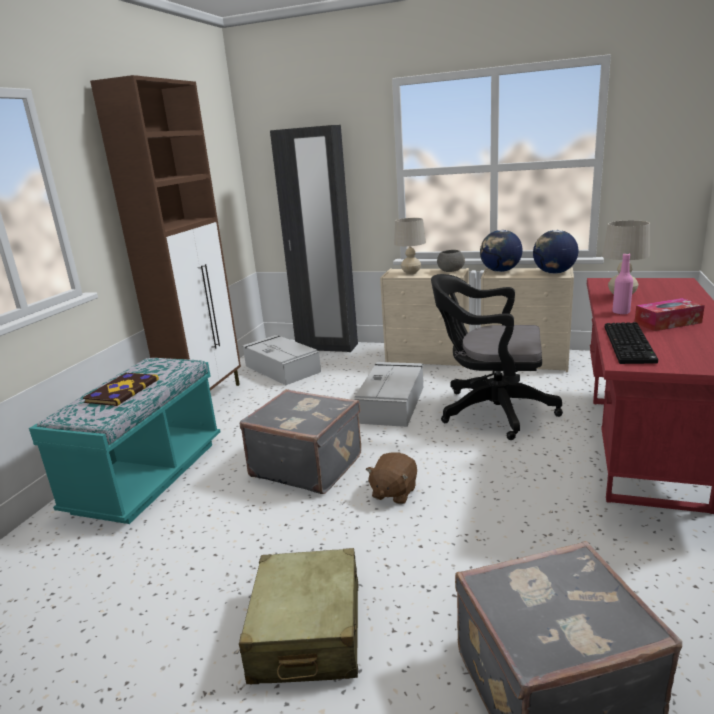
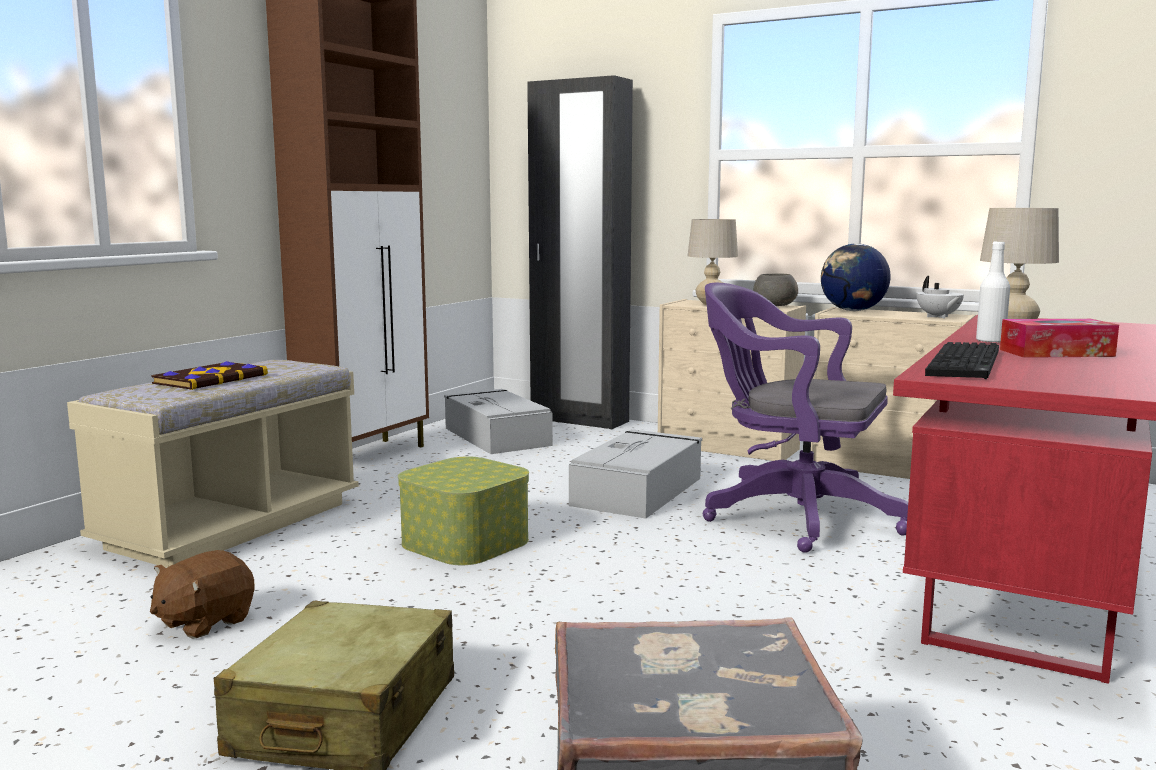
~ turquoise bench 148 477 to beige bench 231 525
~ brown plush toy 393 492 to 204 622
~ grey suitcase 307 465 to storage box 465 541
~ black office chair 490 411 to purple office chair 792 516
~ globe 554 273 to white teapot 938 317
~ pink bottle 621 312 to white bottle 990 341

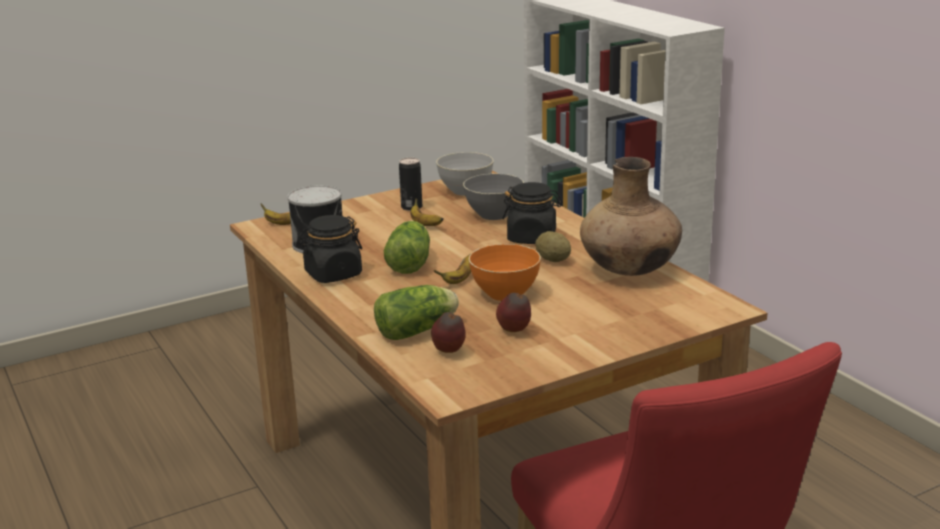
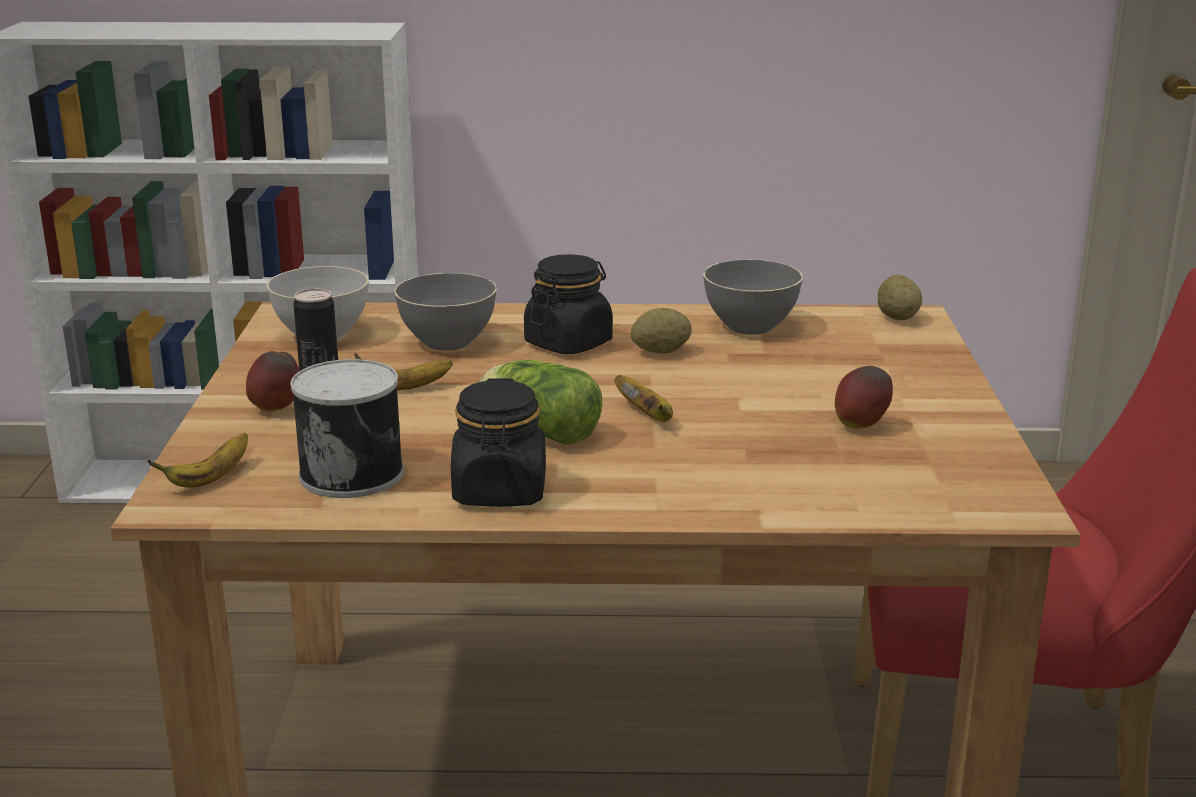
~ apple 449 352 to 276 410
~ brown vase 629 270 to grey bowl 750 326
+ potato 897 317
- lettuce 419 330
- orange bowl 505 294

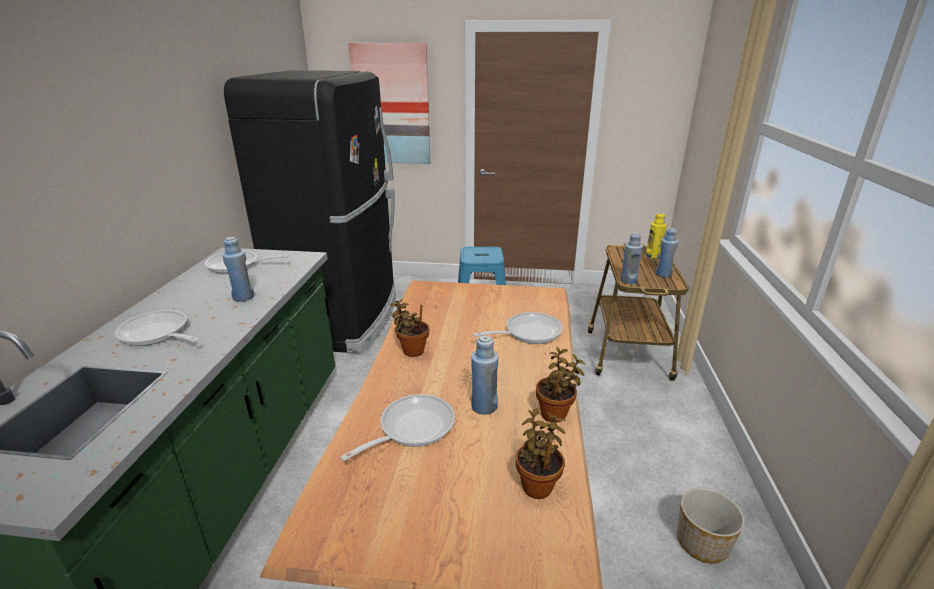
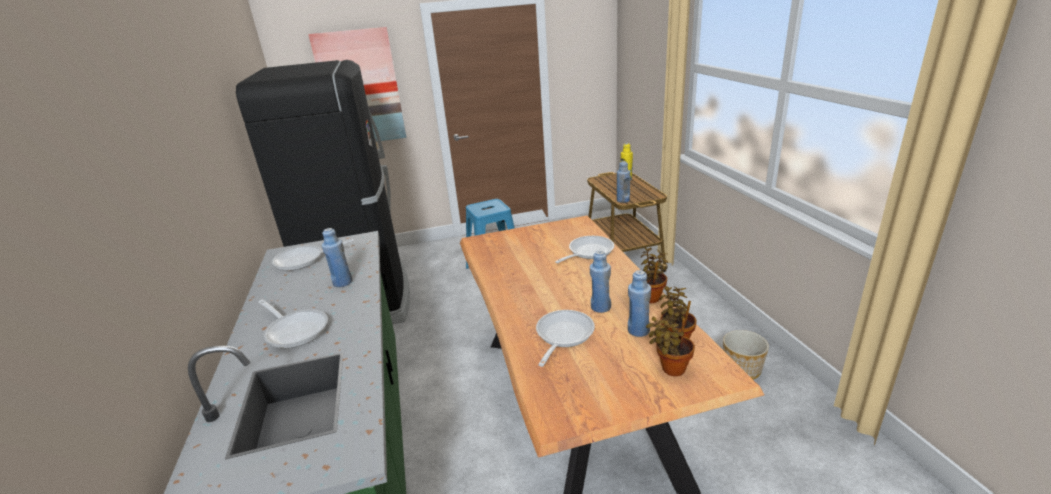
~ frying pan 157 334 = 295 330 150 degrees counterclockwise
~ blue bottle 663 274 to 638 330
~ potted plant 411 350 to 670 369

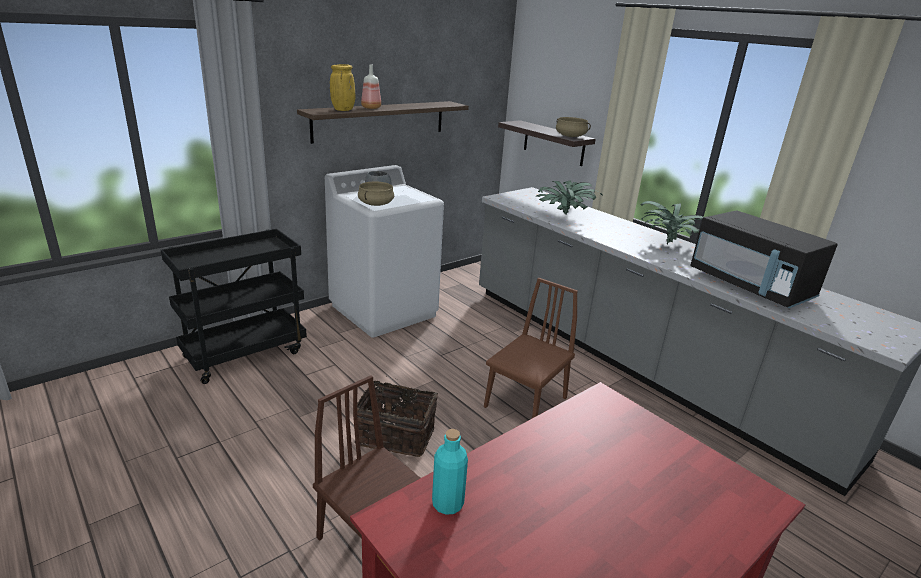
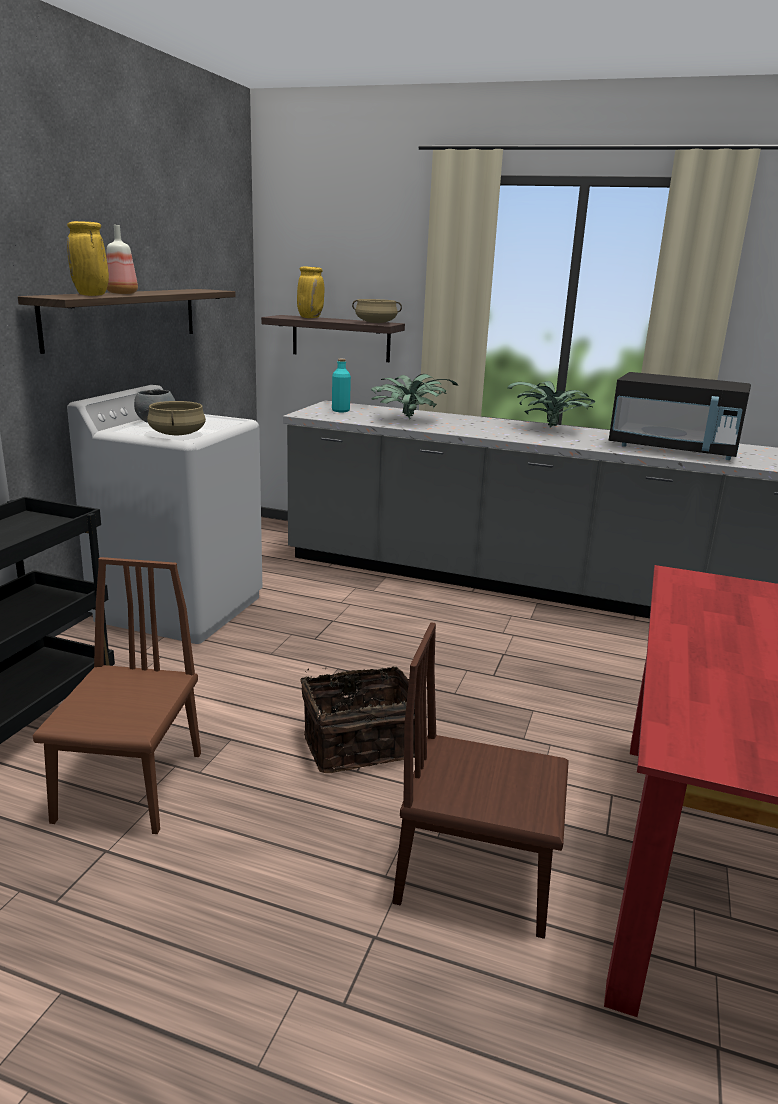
~ brown chair 525 402 to 130 786
+ yellow vase 310 318
~ turquoise bottle 447 504 to 340 411

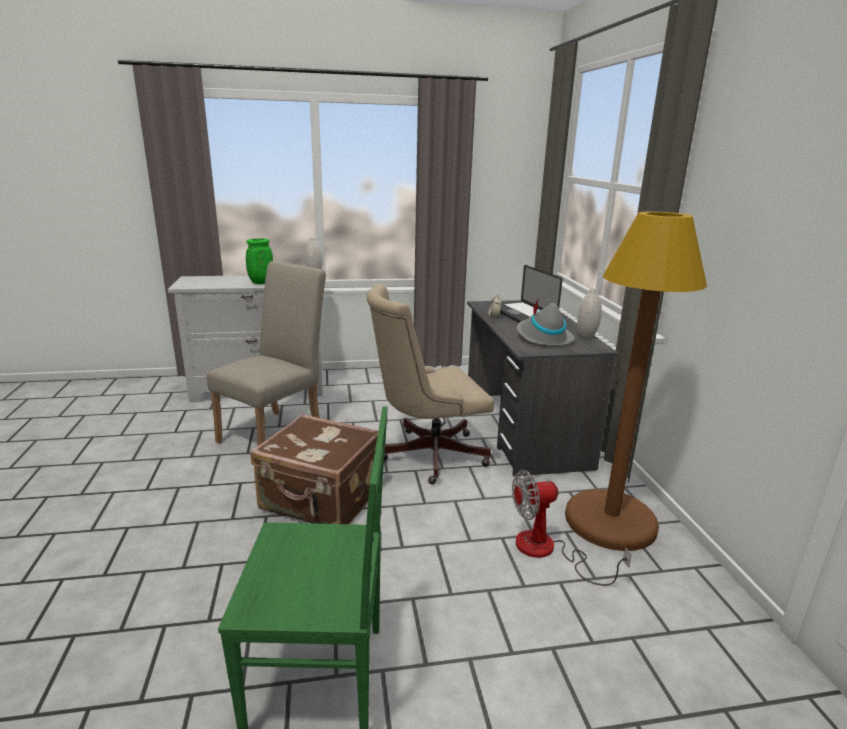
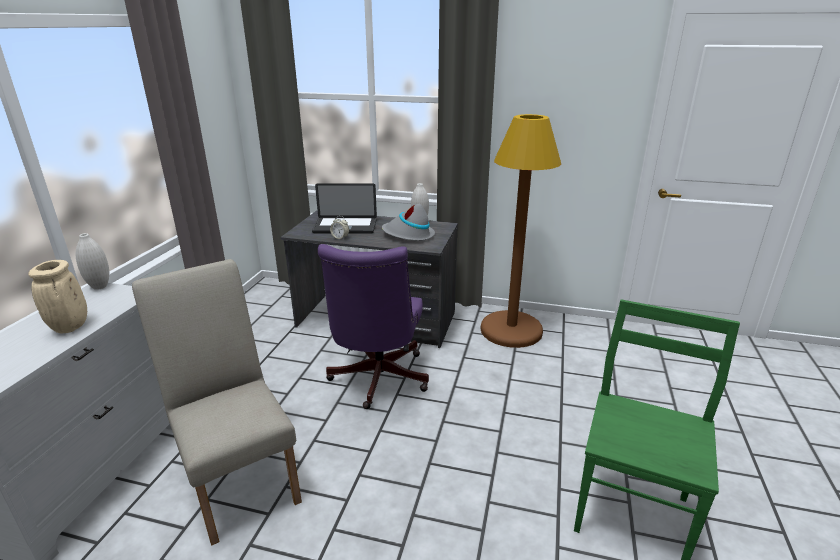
~ green vase 261 283 to beige vase 70 328
~ beige office chair 426 455 to purple office chair 377 380
- brown suitcase 321 500
- fan 548 551

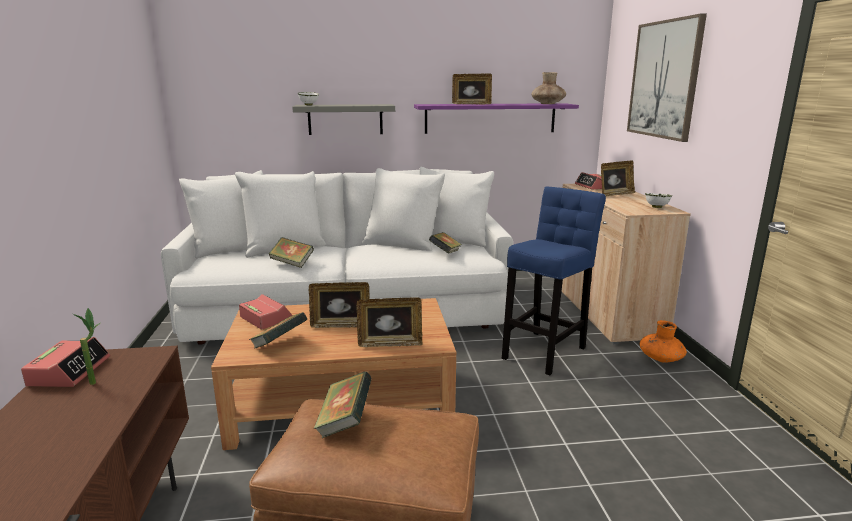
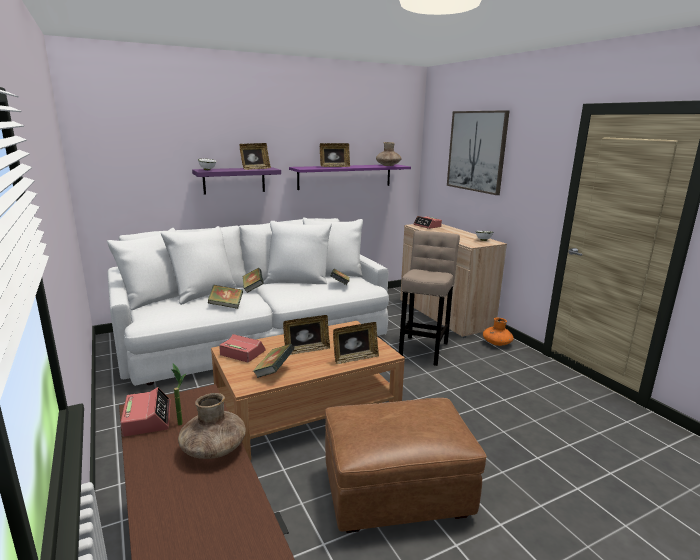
+ brown vase 213 449
~ grey shelf 345 119 to purple shelf 234 180
~ picture frame 615 194 to 255 169
~ book 344 422 to 253 288
~ blue stool 546 351 to beige stool 424 349

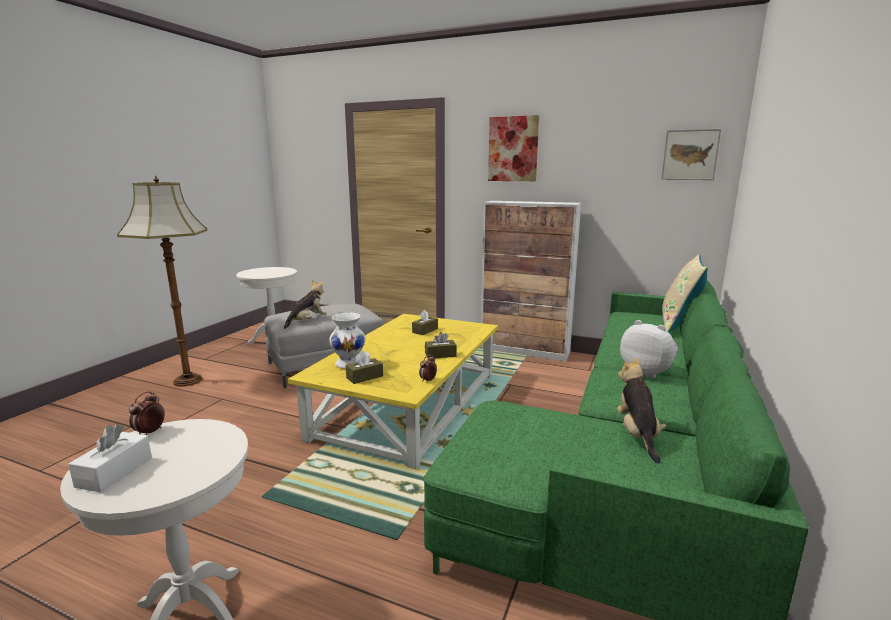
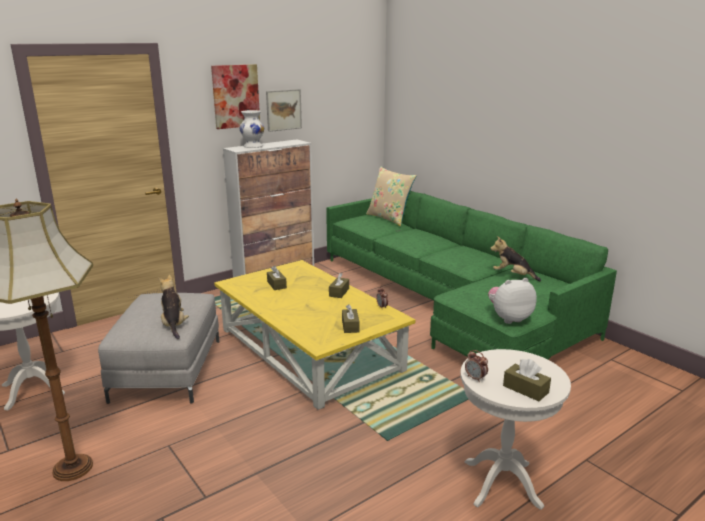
~ white vase 349 364 to 252 146
~ picture 690 155 to 283 110
~ plush toy 647 373 to 509 318
~ white tissue box 115 472 to brown tissue box 525 389

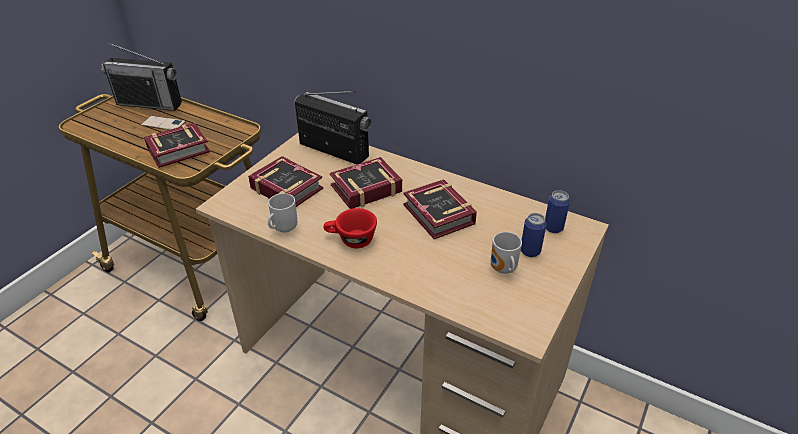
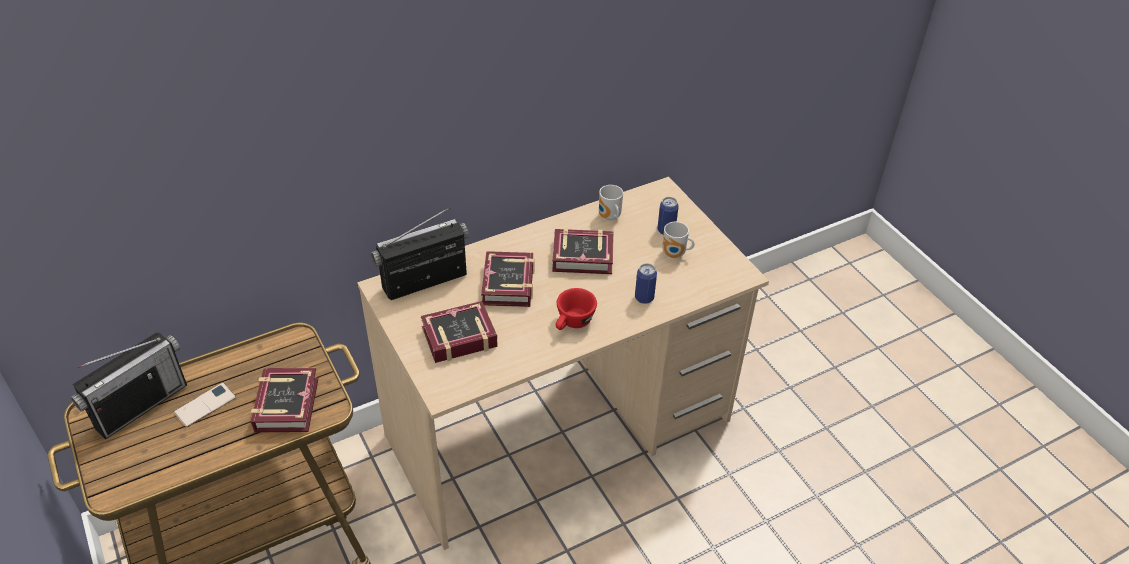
~ mug 283 228 to 609 217
~ can 553 228 to 644 298

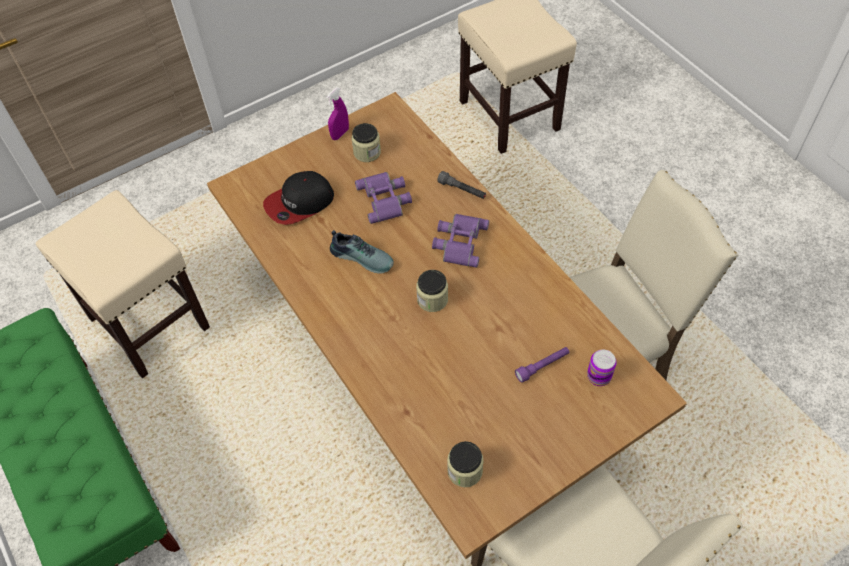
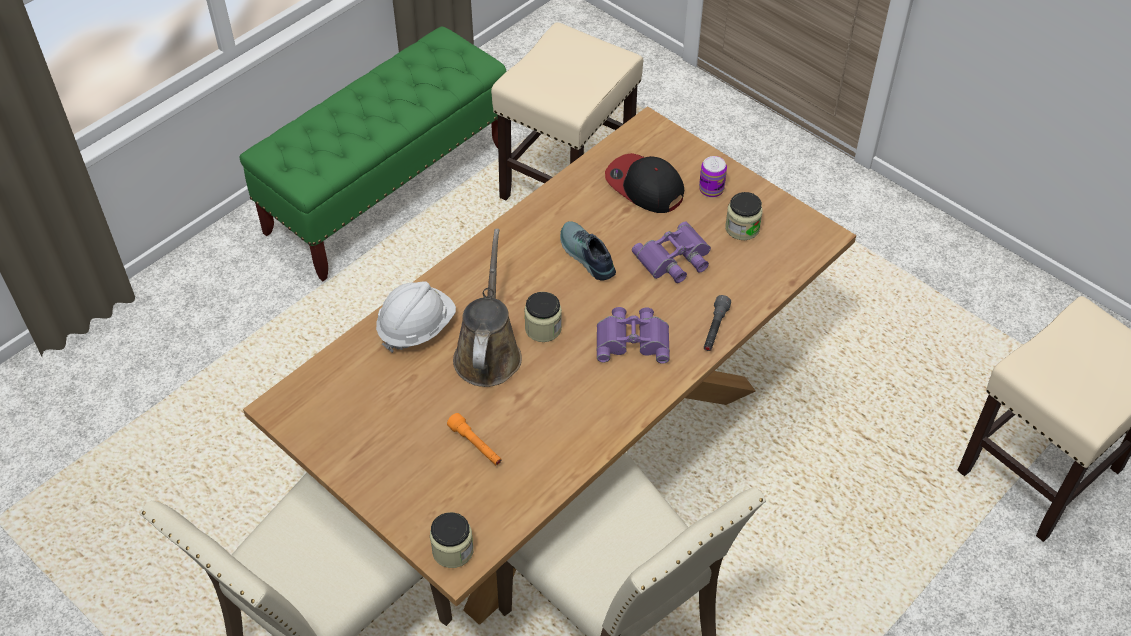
+ white hard hat 416 327
~ jar 465 471 to 453 550
~ purple flashlight 542 366 to orange flashlight 476 445
+ brown watering can 488 352
~ shoe 363 256 = 585 256 135 degrees clockwise
~ can 599 376 to 711 189
- purple spray bottle 340 134

